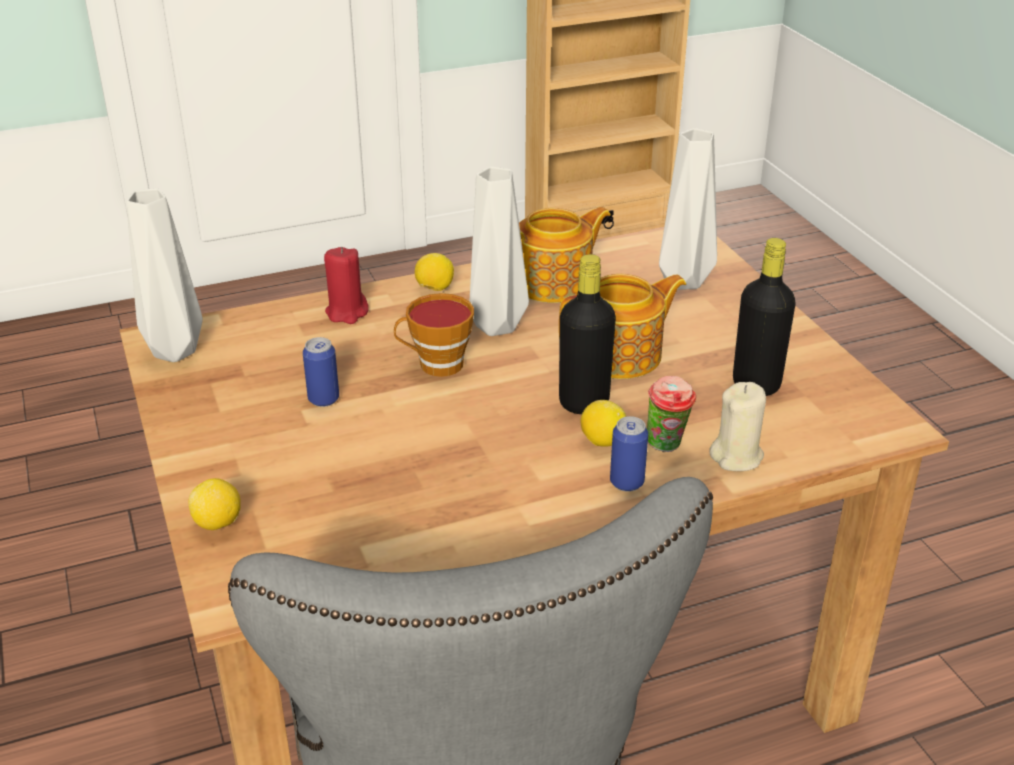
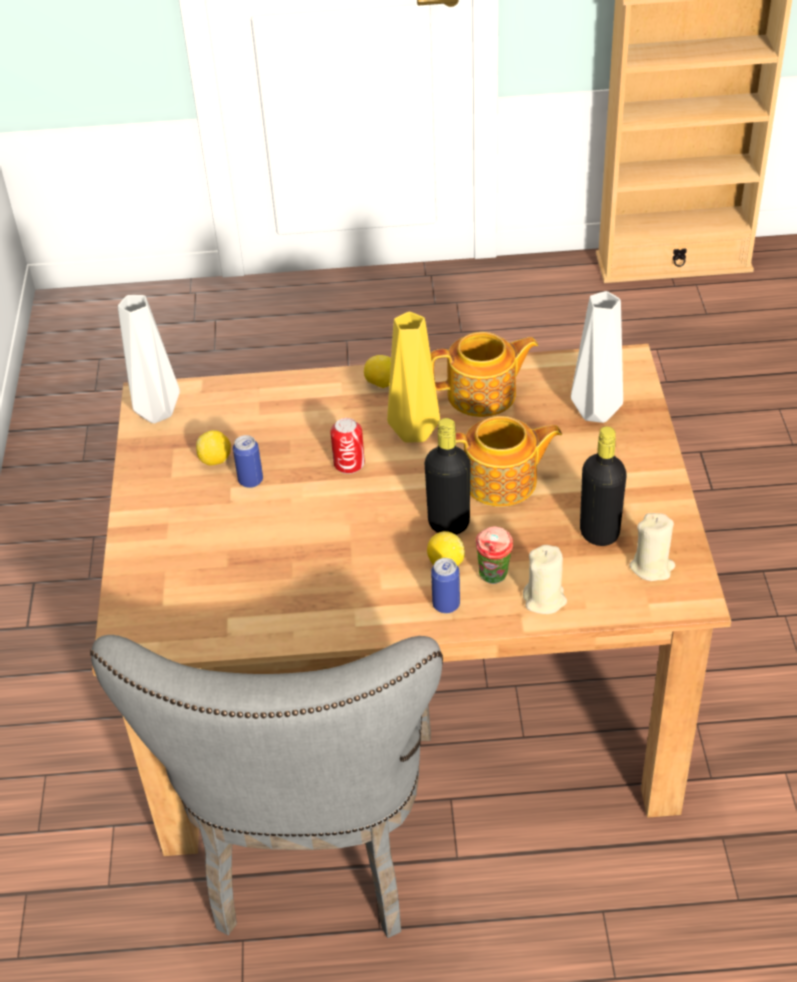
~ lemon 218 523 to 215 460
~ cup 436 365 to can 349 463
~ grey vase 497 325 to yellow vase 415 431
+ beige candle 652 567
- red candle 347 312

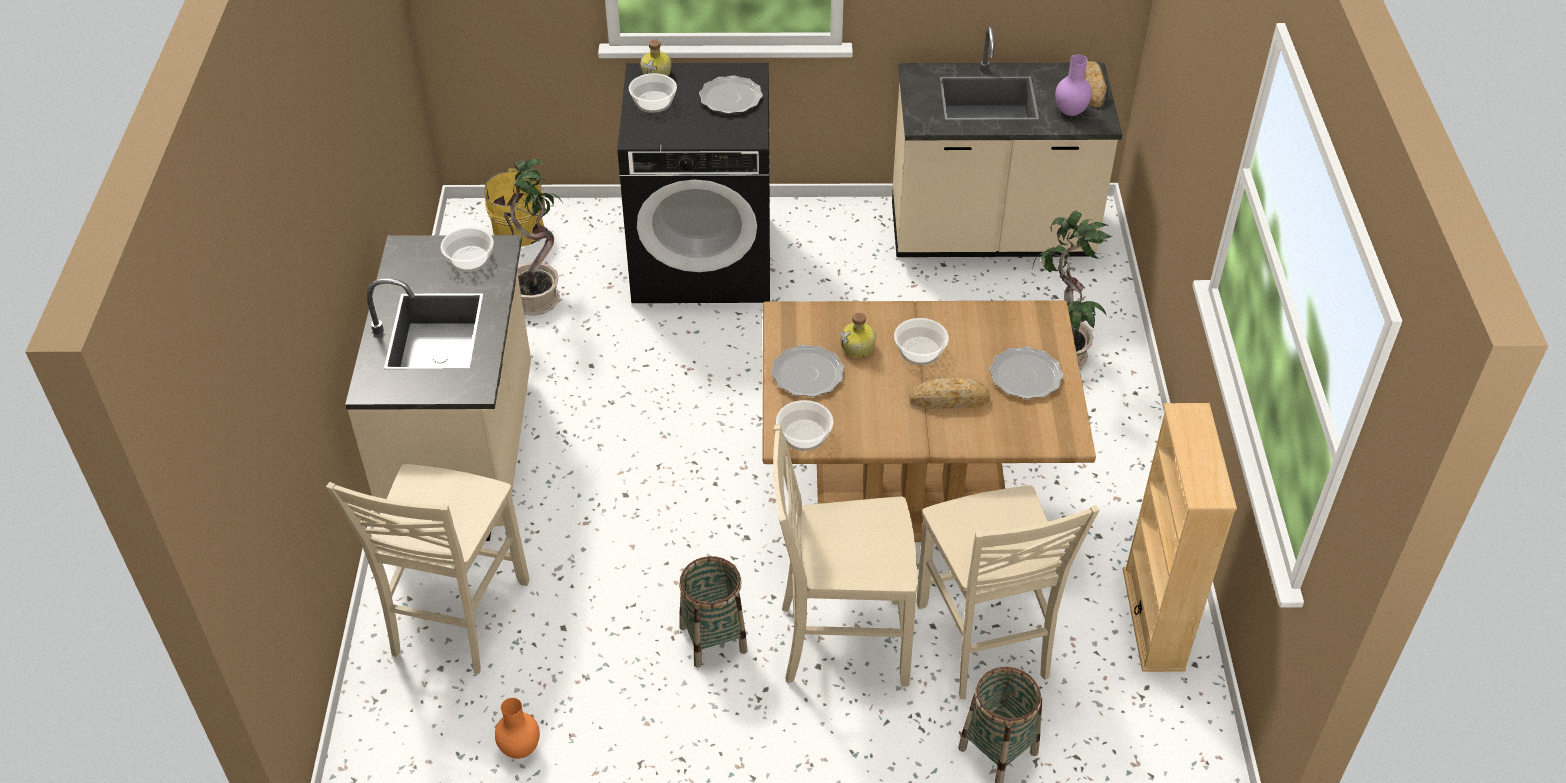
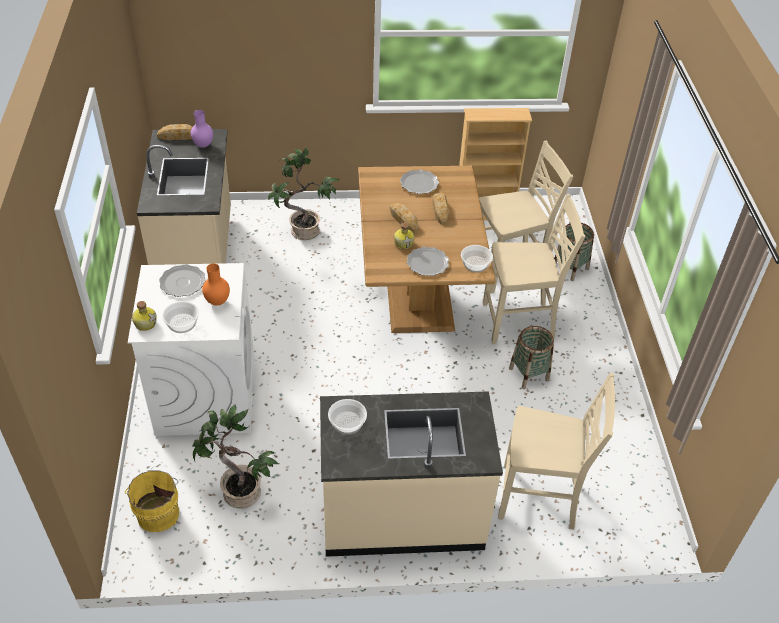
~ black washing machine 703 259 to white washing machine 206 394
~ orange vase 520 750 to 218 302
~ bowl 920 350 to bread 403 220
~ beige chair 840 642 = 520 322 90 degrees counterclockwise

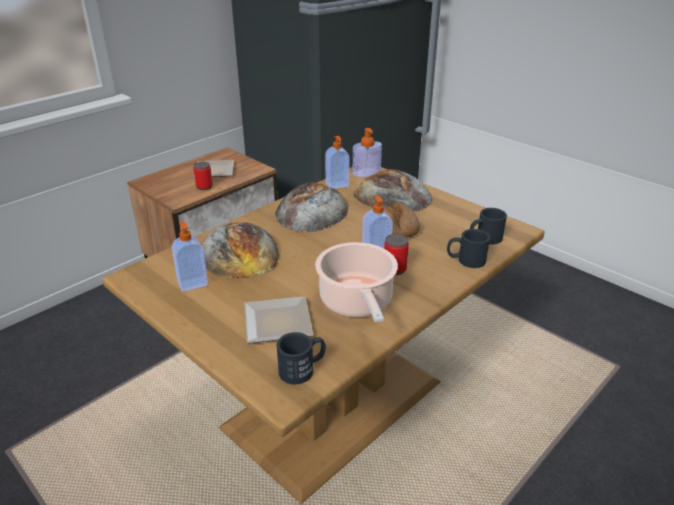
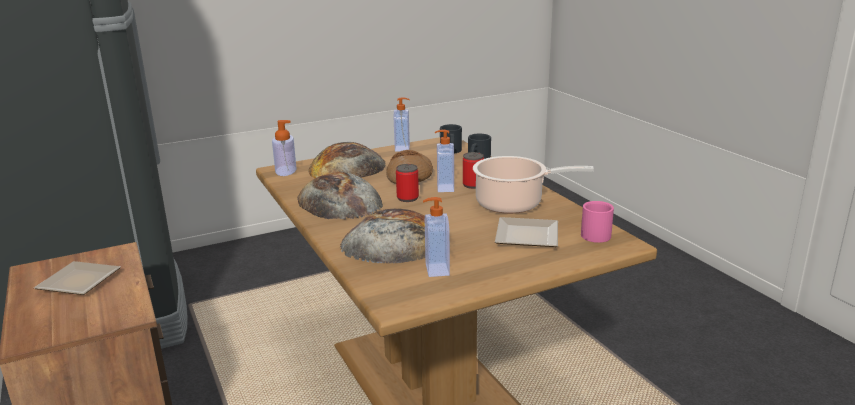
~ soap dispenser 337 185 to 403 148
~ can 204 187 to 407 198
~ black mug 303 369 to pink mug 592 233

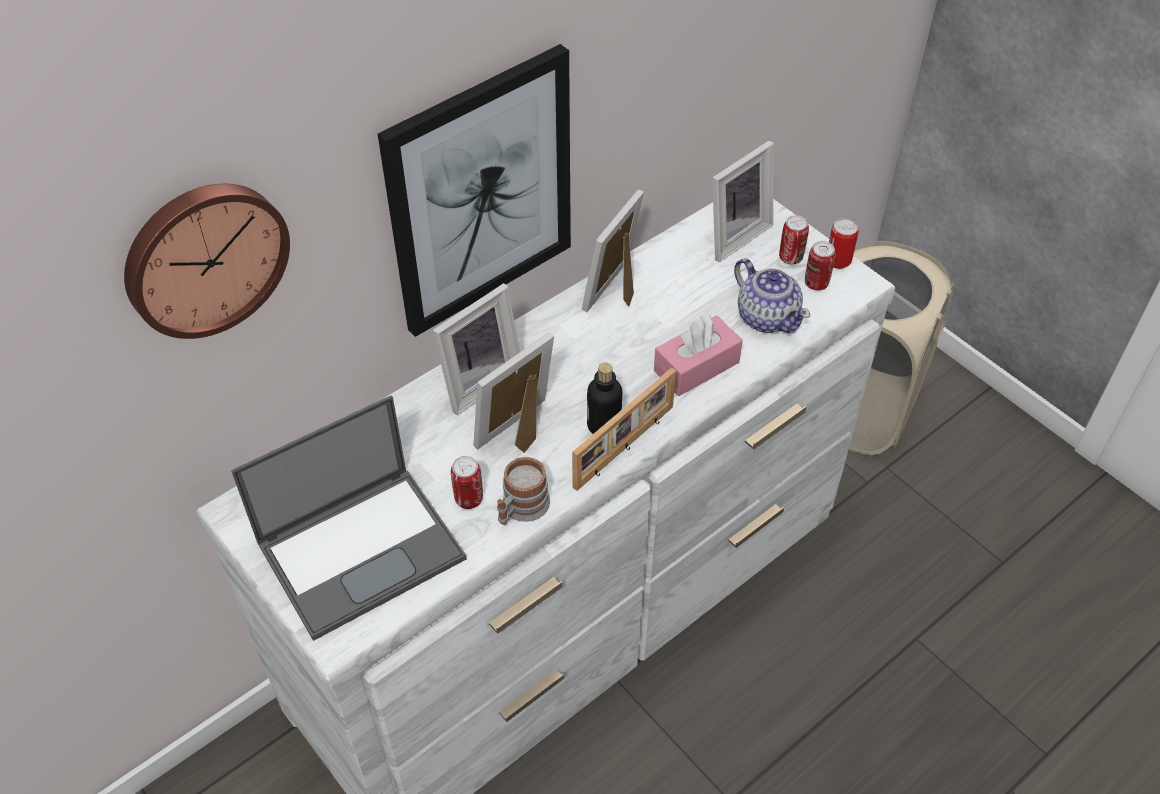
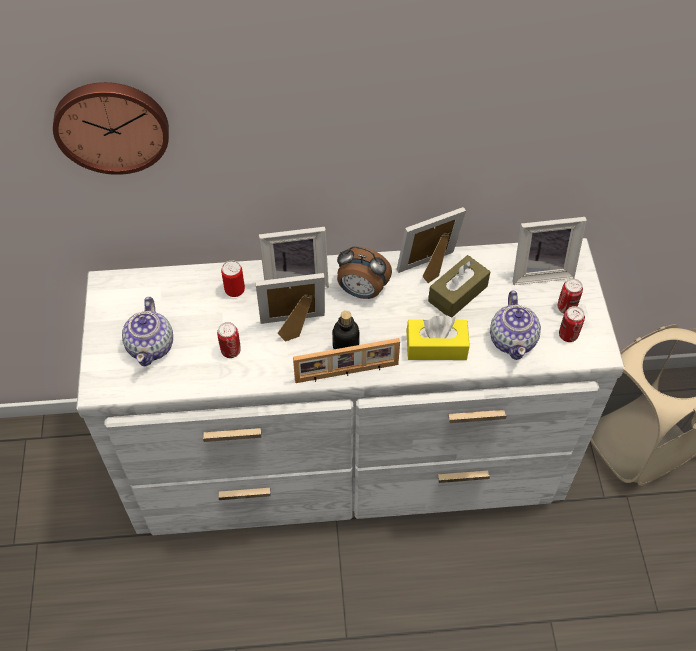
~ laptop 363 549 to teapot 151 346
~ can 838 261 to 235 290
+ alarm clock 361 291
~ pink tissue box 696 366 to yellow tissue box 436 347
+ brown tissue box 457 294
- picture 480 193
- mug 521 509

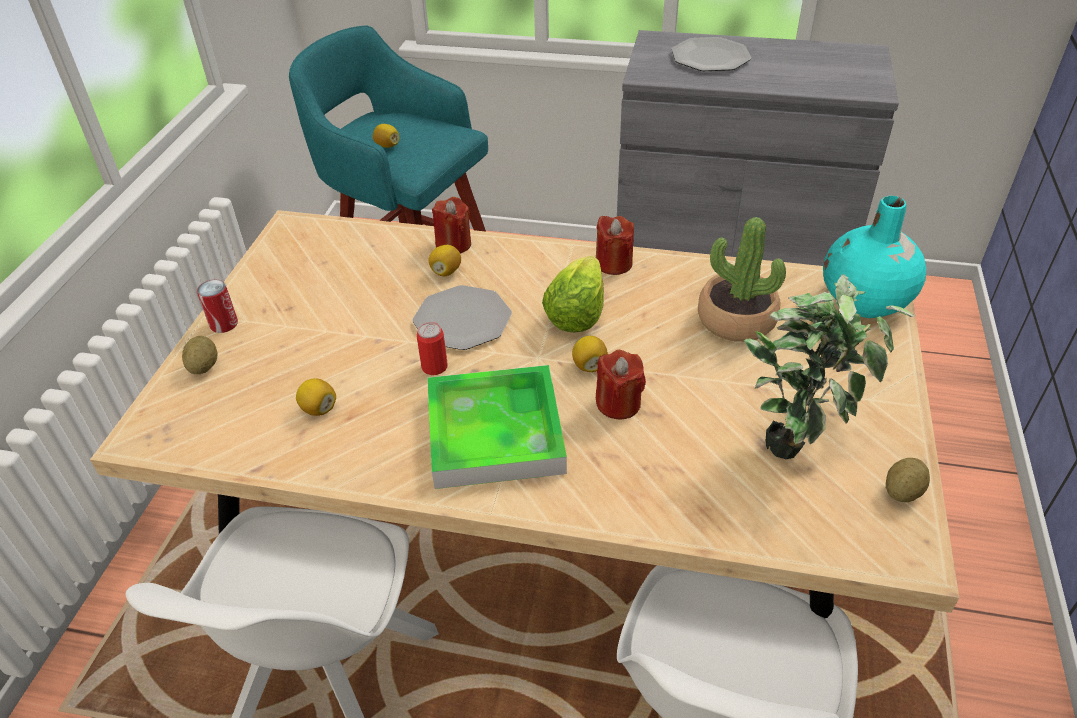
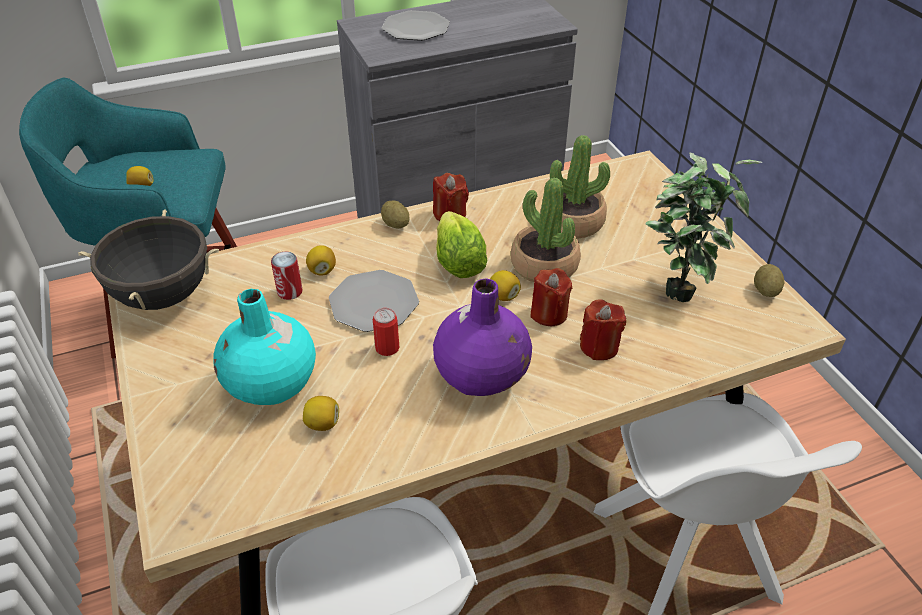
+ black cooking pot 163 295
~ turquoise vase 865 300 to 271 384
~ can 224 324 to 290 291
~ potato 204 367 to 396 224
~ tray 495 432 to purple vase 482 374
+ potted plant 544 265
~ red candle 453 244 to 599 347

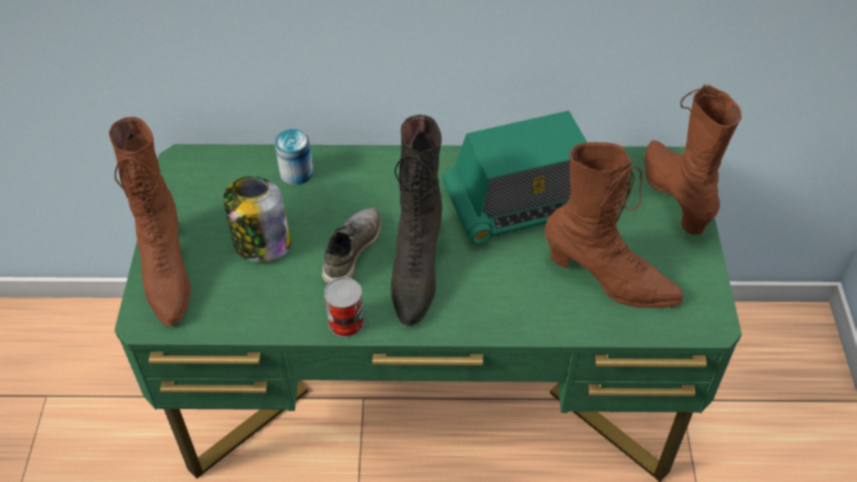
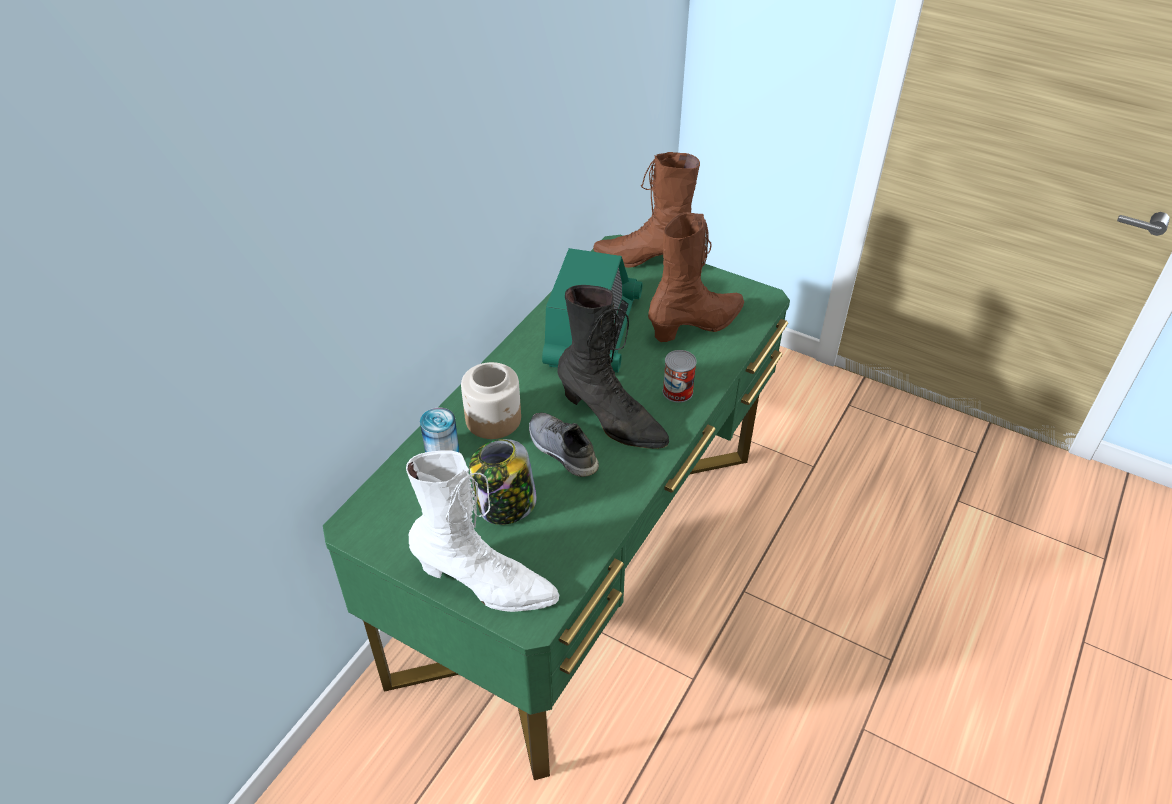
~ brown boot 166 272 to white boot 485 585
+ jar 494 419
~ can 346 322 to 677 391

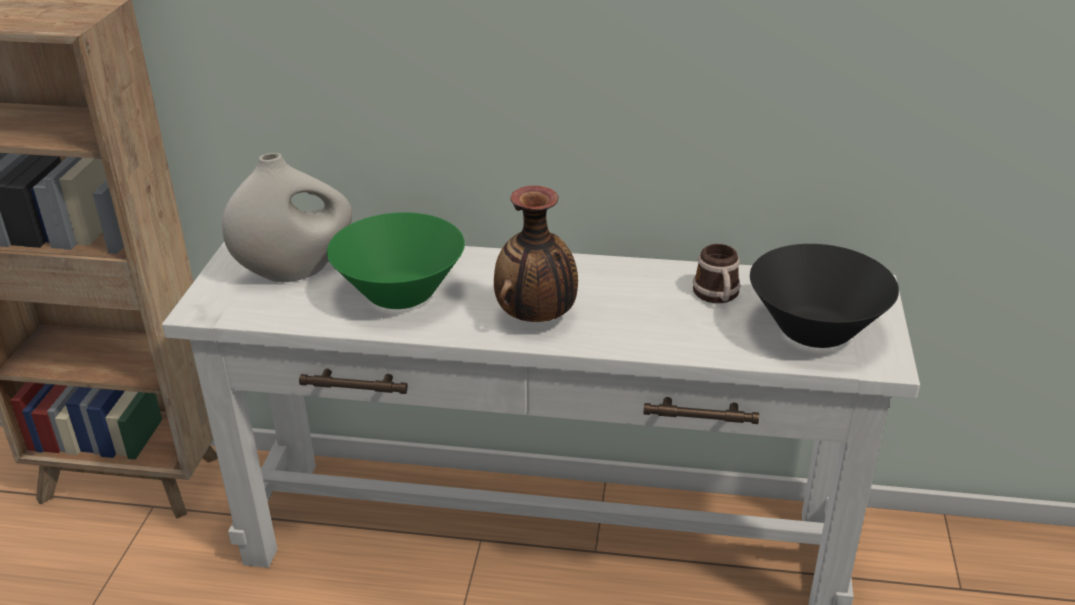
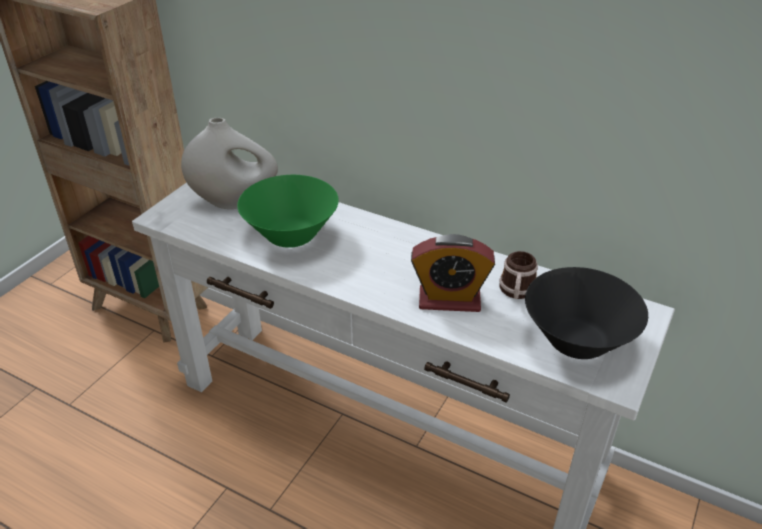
+ alarm clock 449 300
- vase 537 318

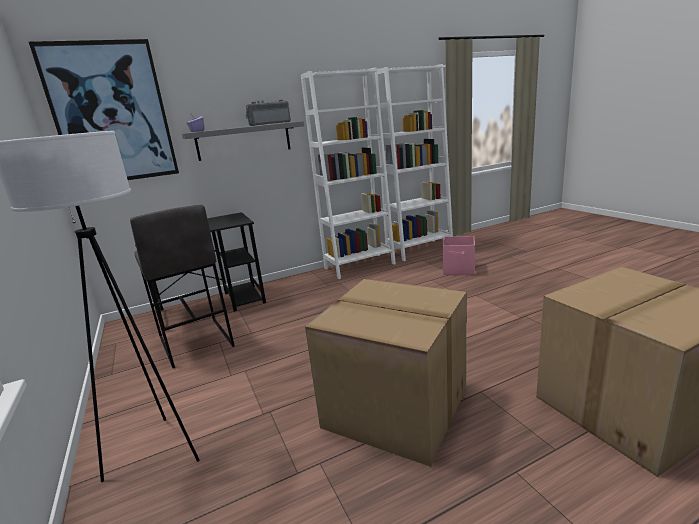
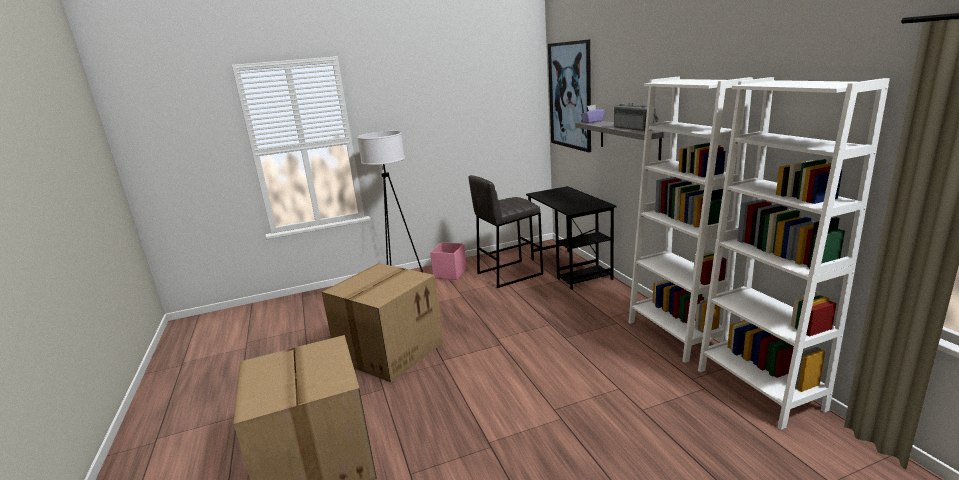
~ pink storage box 459 270 to 449 274

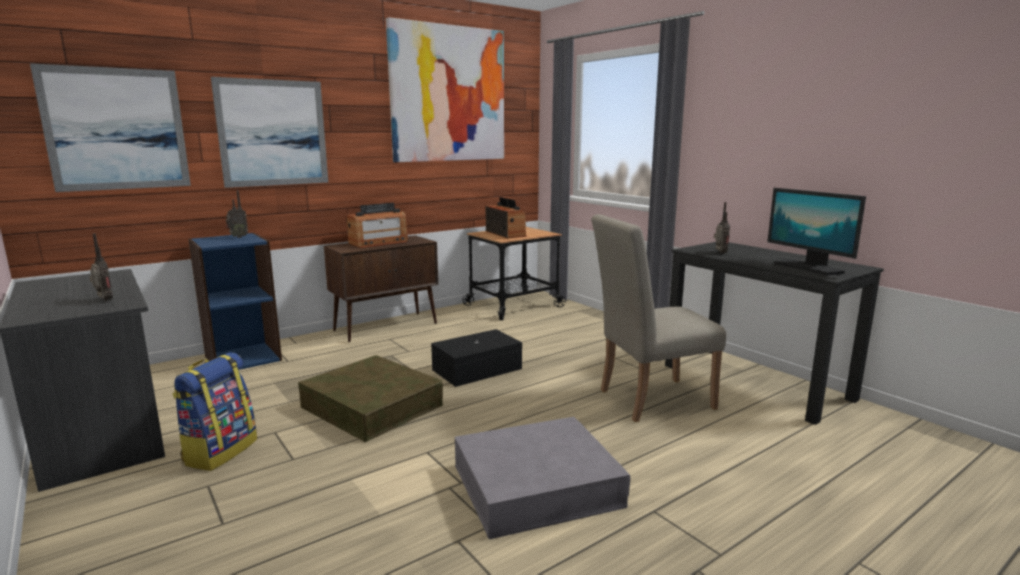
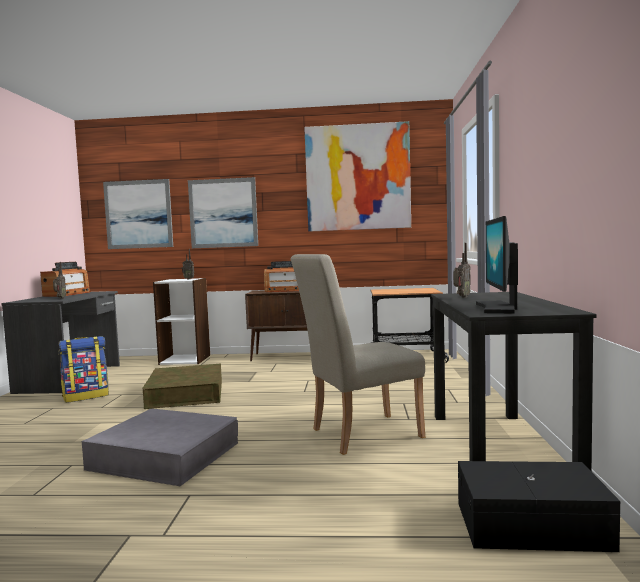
~ radio 505 234 to 67 294
~ blue bookcase 243 358 to white bookcase 185 359
~ beige chair 648 400 = 358 434 45 degrees counterclockwise
~ black storage box 478 369 to 533 527

